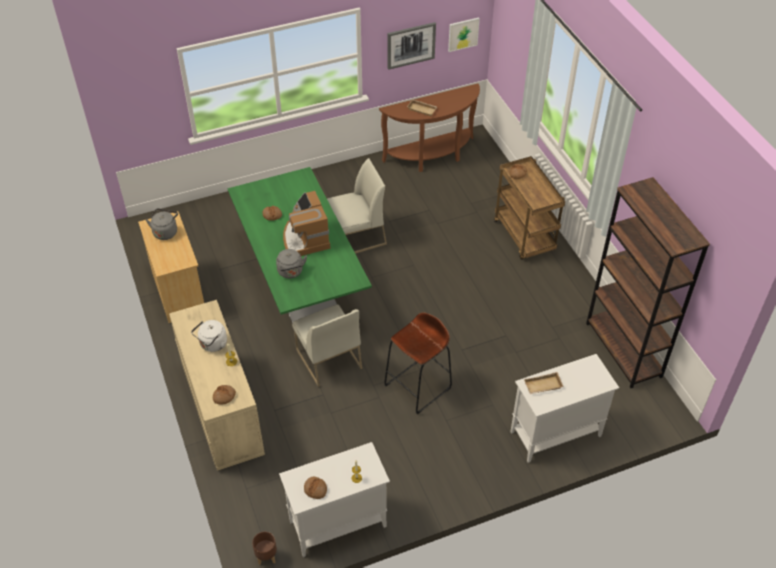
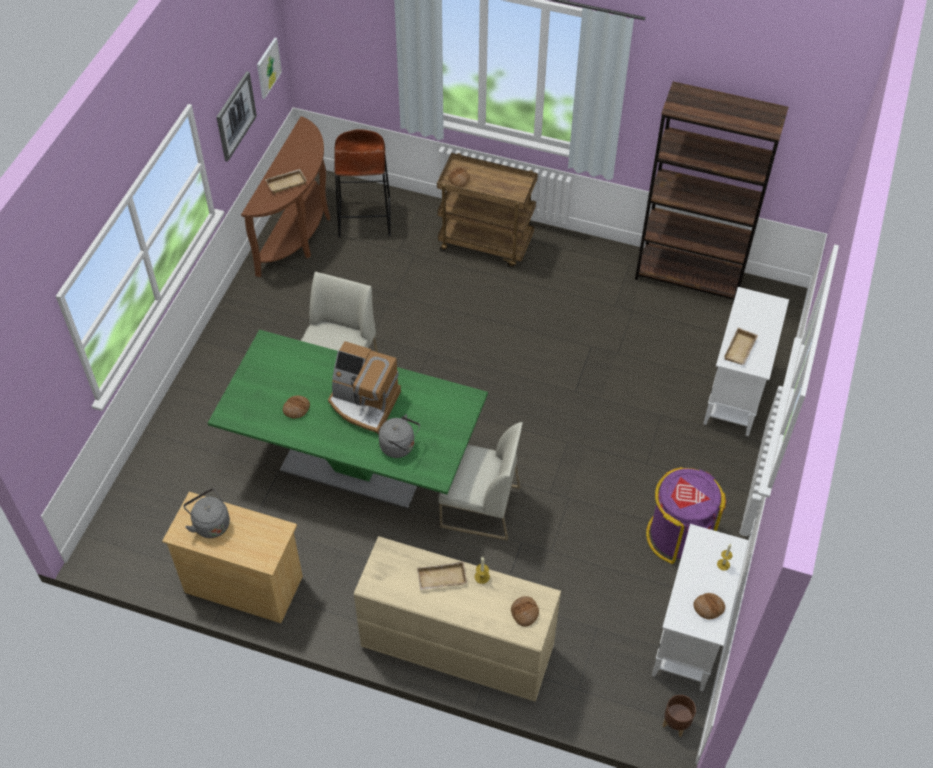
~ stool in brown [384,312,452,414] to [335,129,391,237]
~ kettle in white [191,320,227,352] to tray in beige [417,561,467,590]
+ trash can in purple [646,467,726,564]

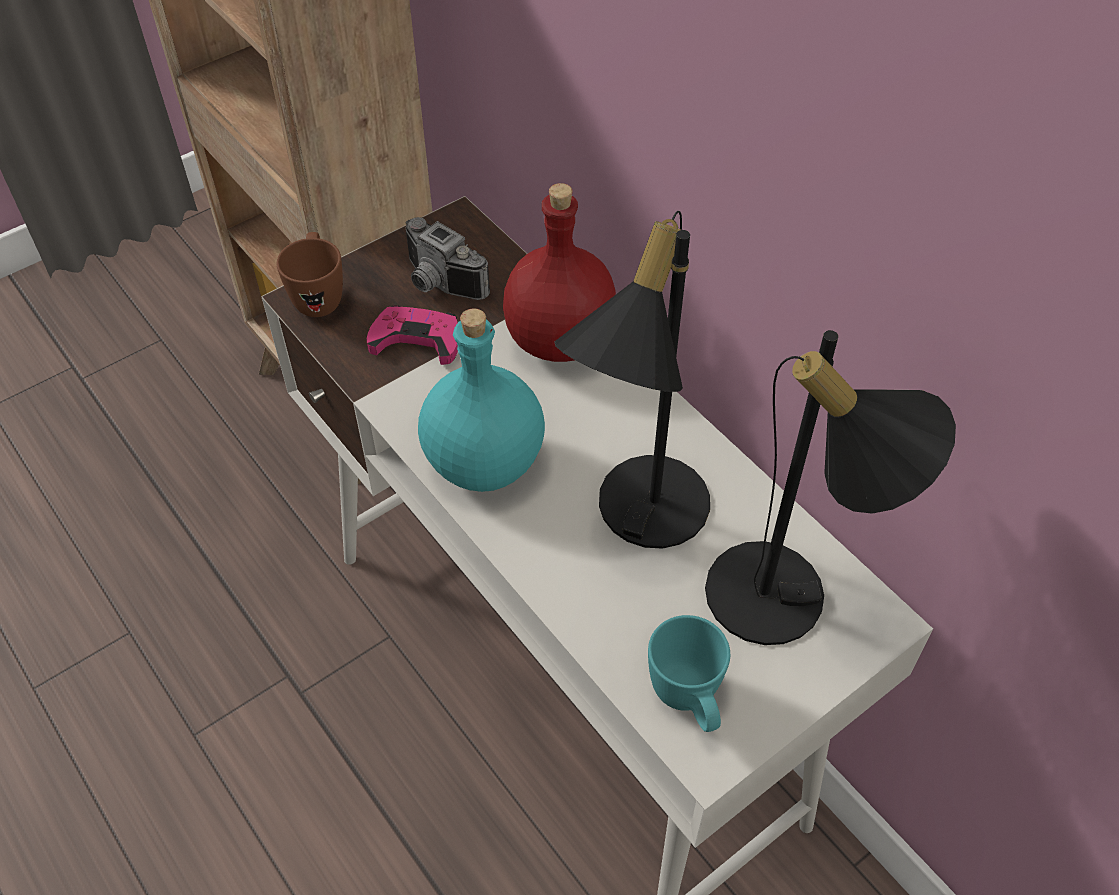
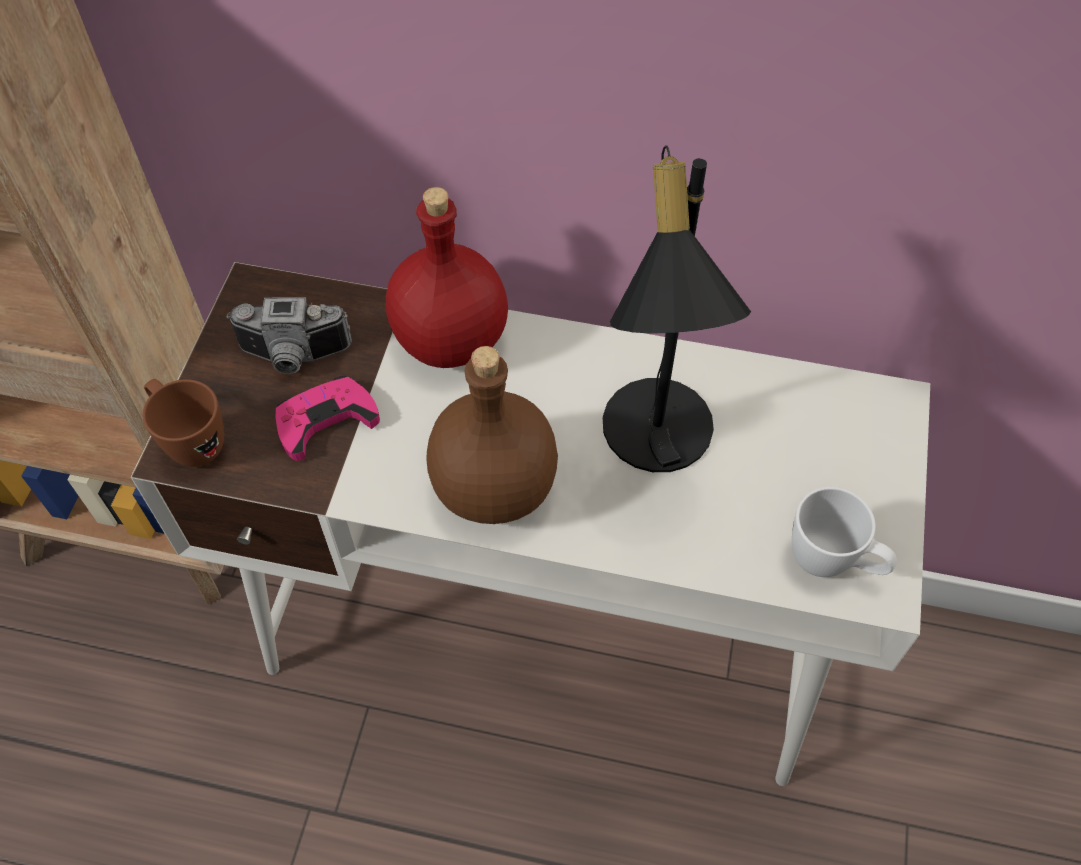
~ bottle in turquoise [418,308,545,492] to bottle in brown [426,346,558,524]
~ mug in turquoise [648,615,730,732] to mug in white [792,487,897,577]
- table lamp in black [705,330,956,645]

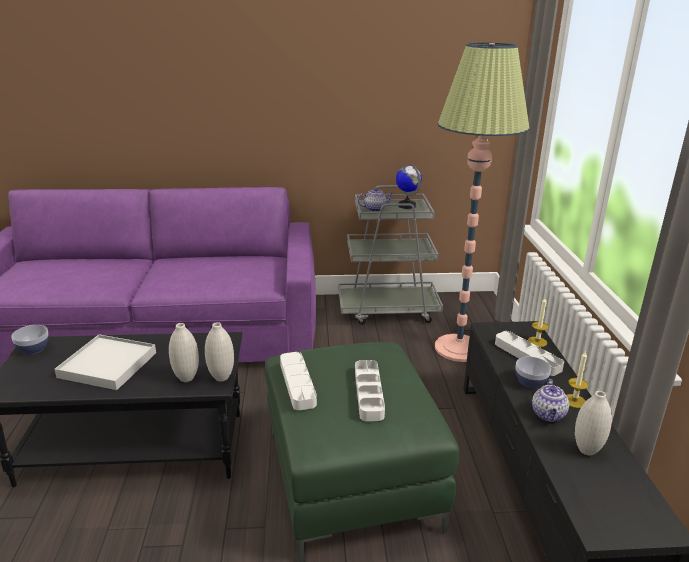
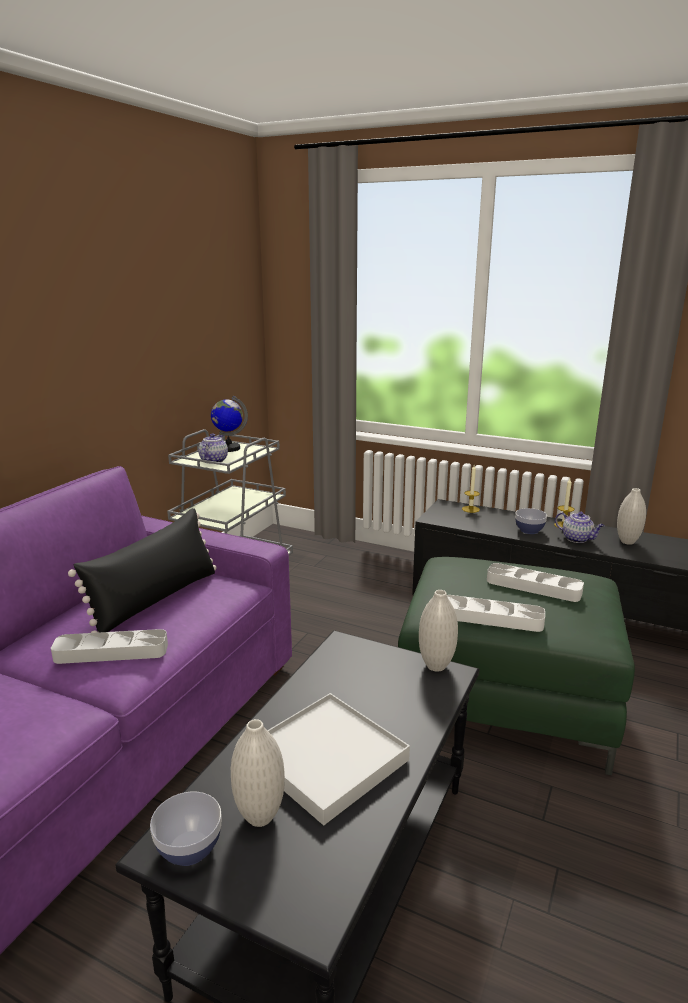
~ tray in grey [495,331,564,376] to [51,629,168,664]
+ pillow in black [68,508,217,633]
~ vase in white [169,323,199,382] to [231,719,285,827]
- floor lamp [435,43,530,362]

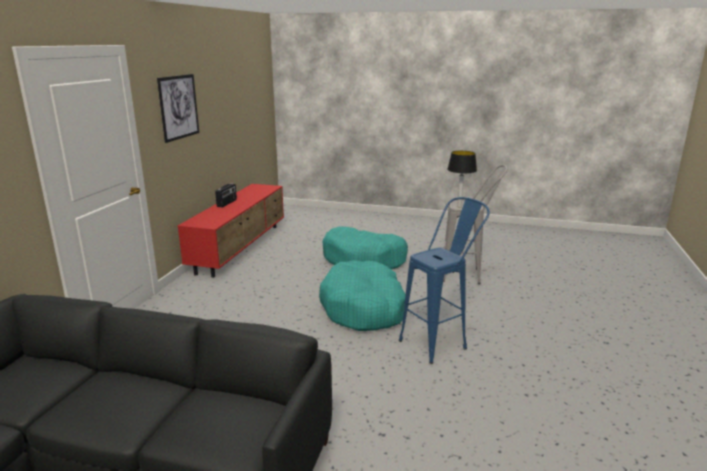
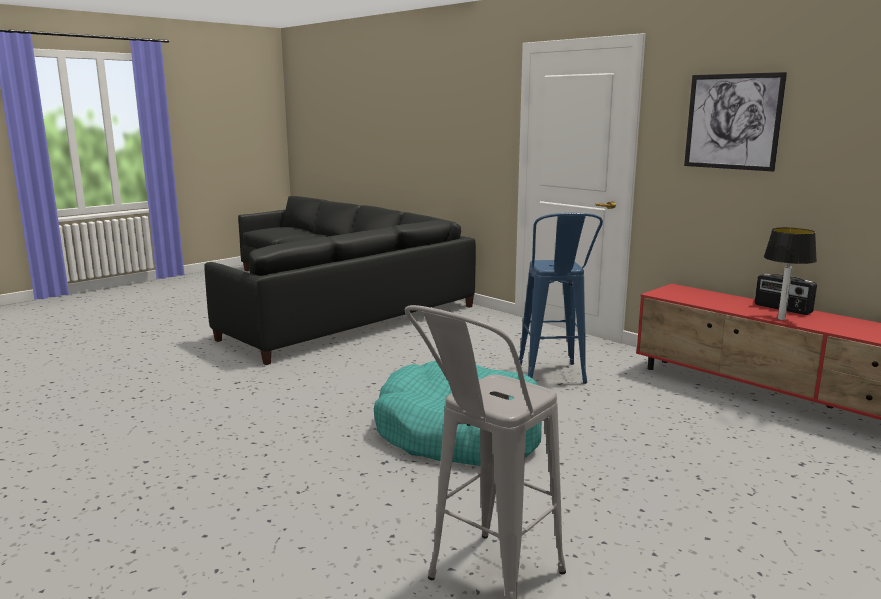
~ stool in blue [399,197,490,364] to [519,213,603,384]
~ table lamp [447,151,477,207] to [764,227,817,320]
- dog bed in turquoise [322,227,408,269]

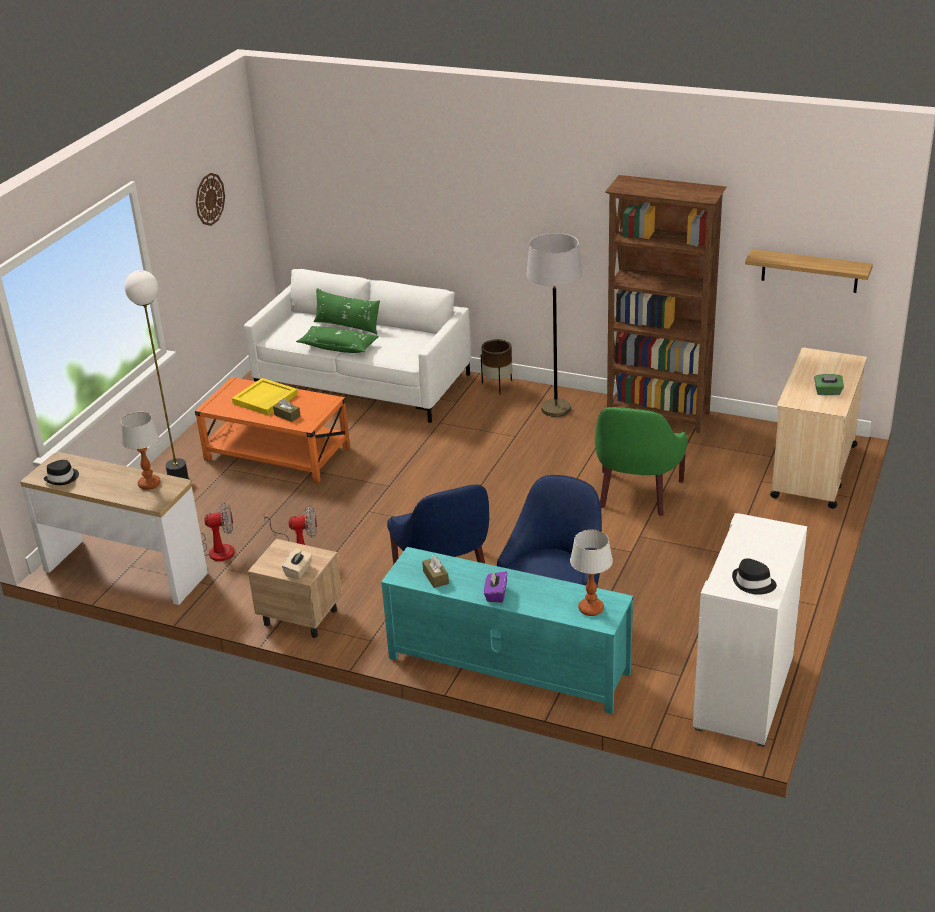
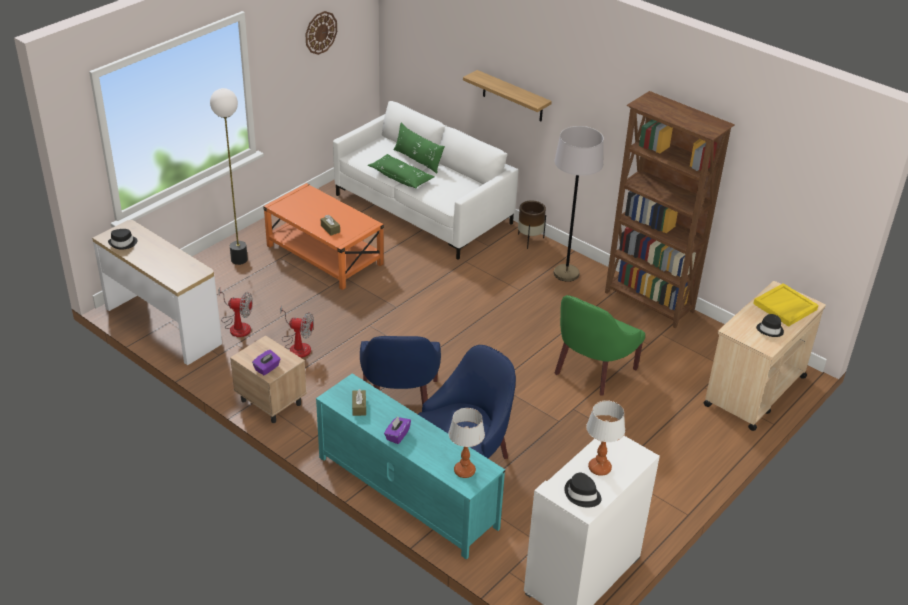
~ tissue box in beige [282,548,312,579] to tissue box in purple [252,350,280,375]
~ shelf [745,249,873,293] to [463,70,552,121]
~ table lamp [121,412,161,490] to [586,401,625,476]
~ tray in yellow [232,378,298,415] to [753,283,818,327]
~ tissue box in green [814,374,844,395] to hat in black [756,314,784,337]

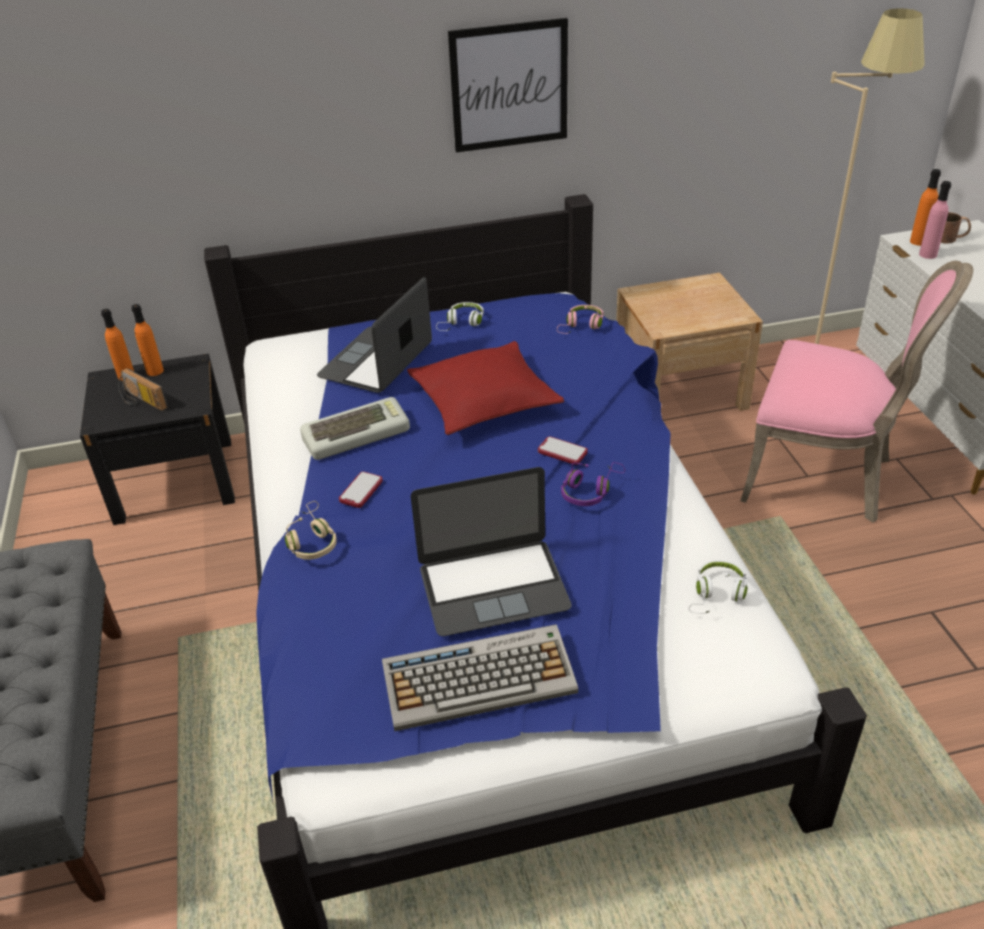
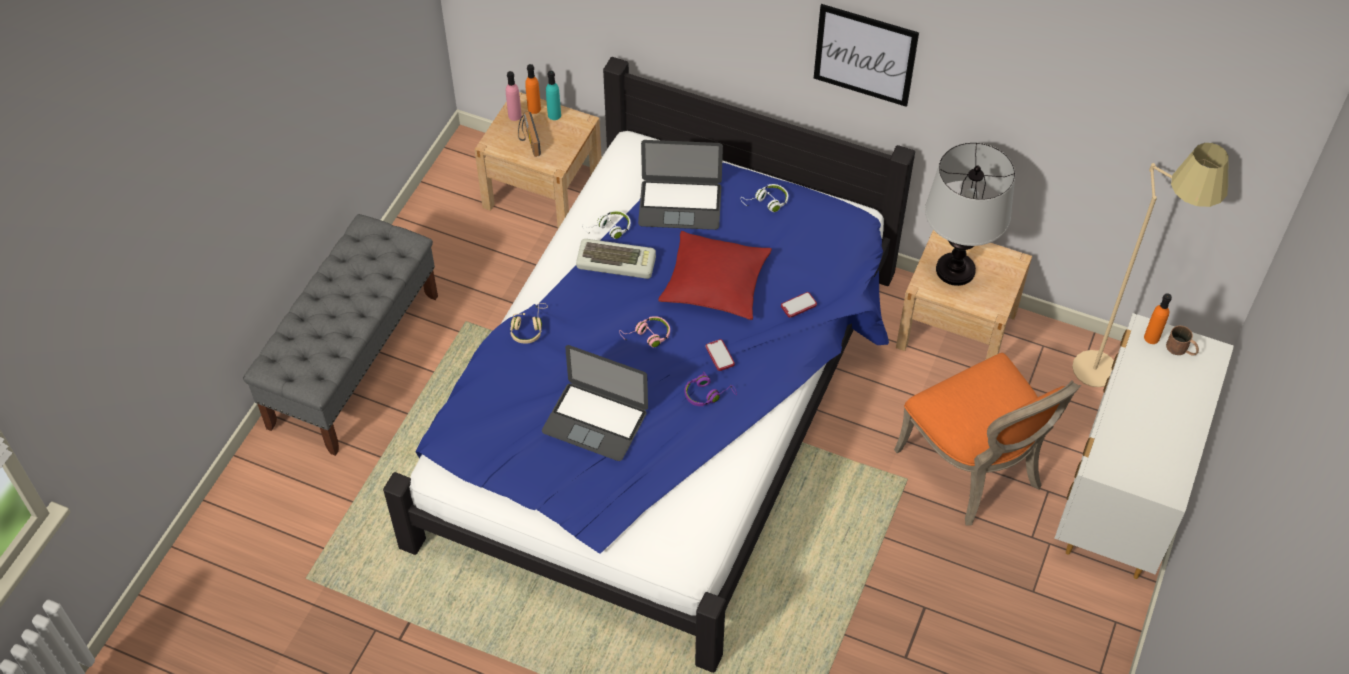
~ nightstand in black [80,354,235,525] to nightstand in beige [474,92,601,229]
~ bottle in pink [919,181,951,259] to [506,71,522,121]
~ bottle in orange [131,304,164,376] to bottle in turquoise [546,71,561,120]
~ headphones in white [688,560,747,614] to [582,210,631,239]
~ headphones in pink [557,305,604,334] to [619,316,670,347]
~ laptop [317,277,432,393] = [638,140,723,230] 150 degrees counterclockwise
~ phone [339,472,383,508] to [781,292,817,318]
~ chair in pink [740,261,973,522] to chair in orange [894,353,1081,526]
+ table lamp [925,143,1015,286]
- keyboard [382,624,578,731]

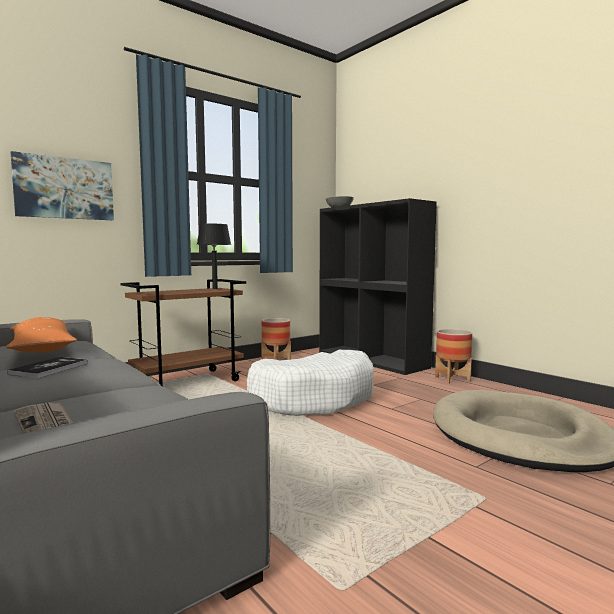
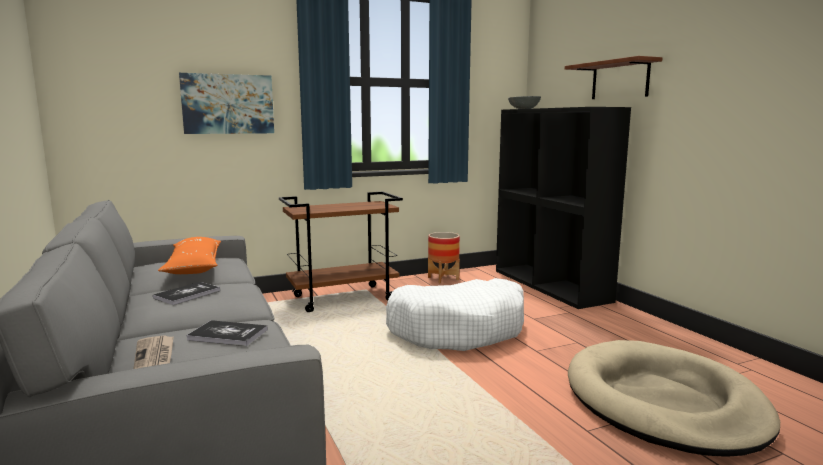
+ book [186,320,268,346]
+ shelf in brown [565,56,662,99]
- table lamp in black [197,224,231,289]
- planter [435,329,472,384]

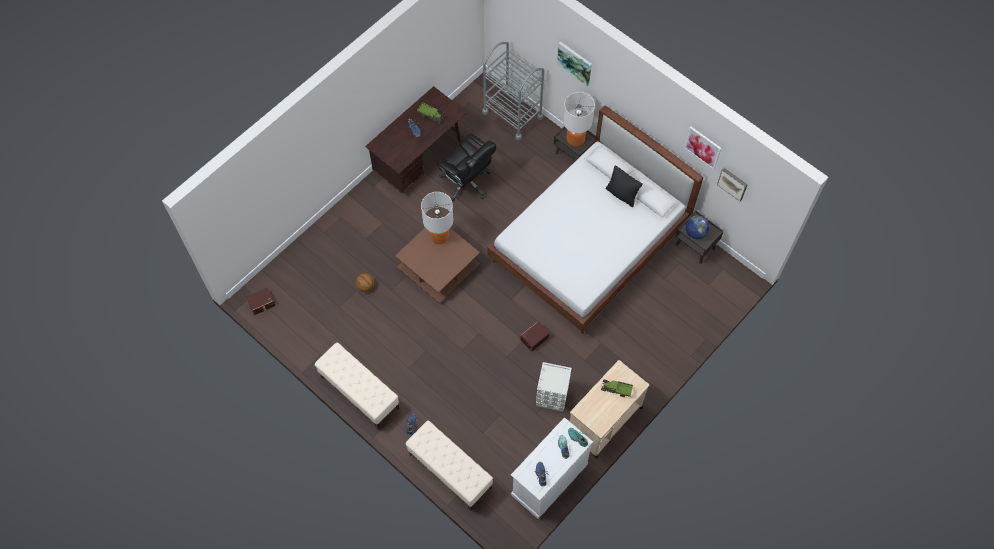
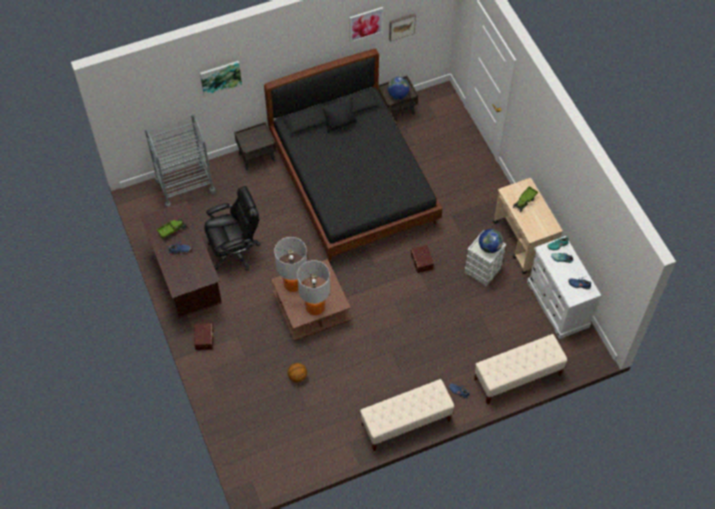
~ storage box in brown [246,288,276,315] to [194,323,214,350]
~ bed in white [487,106,703,334] to bed in black [264,49,443,263]
~ table lamp [563,92,595,146] to [297,260,330,315]
+ globe [479,229,503,253]

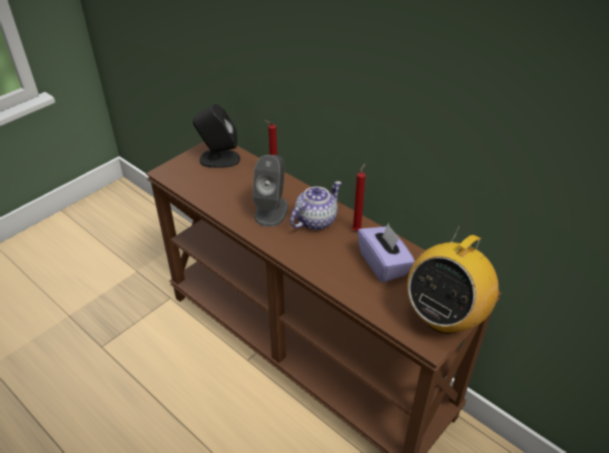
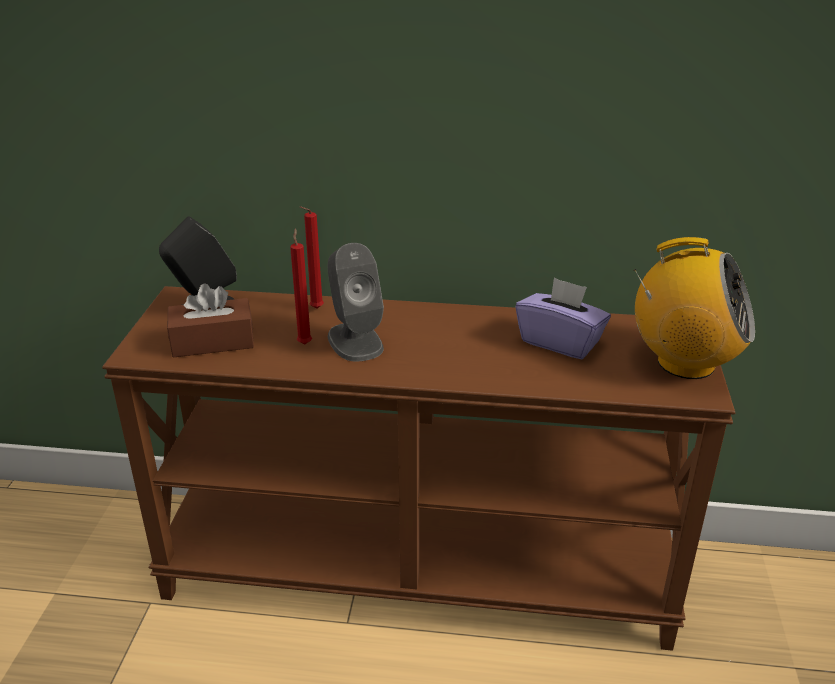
+ tissue box in brown [167,283,254,357]
~ candle in red [352,163,366,231] to [290,228,312,344]
~ radio [407,226,499,334] = [633,237,755,379] 75 degrees counterclockwise
- teapot [290,181,341,230]

